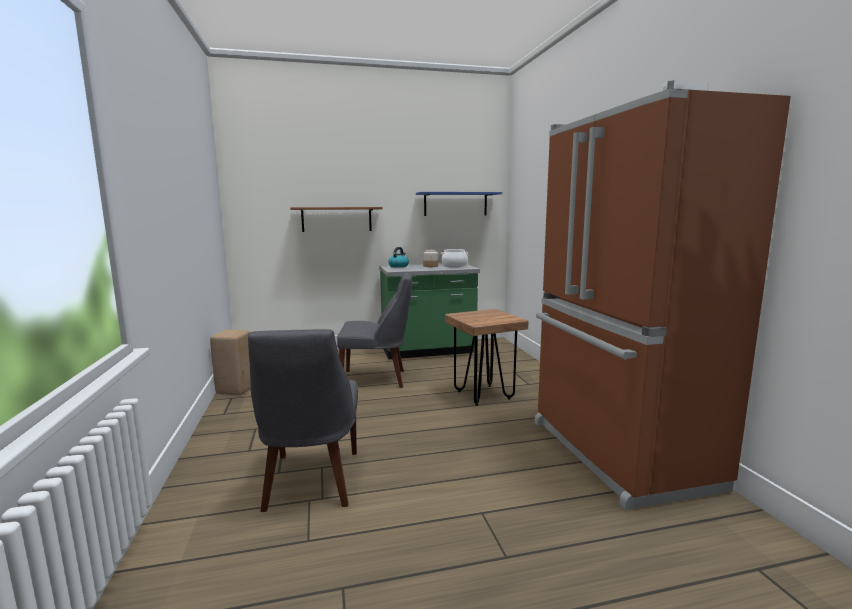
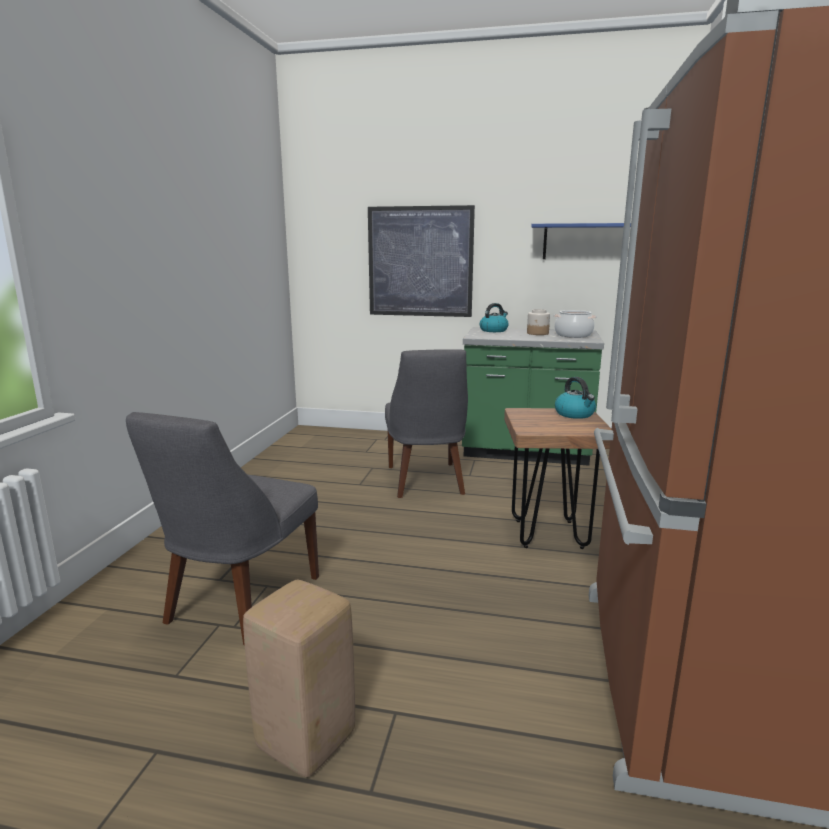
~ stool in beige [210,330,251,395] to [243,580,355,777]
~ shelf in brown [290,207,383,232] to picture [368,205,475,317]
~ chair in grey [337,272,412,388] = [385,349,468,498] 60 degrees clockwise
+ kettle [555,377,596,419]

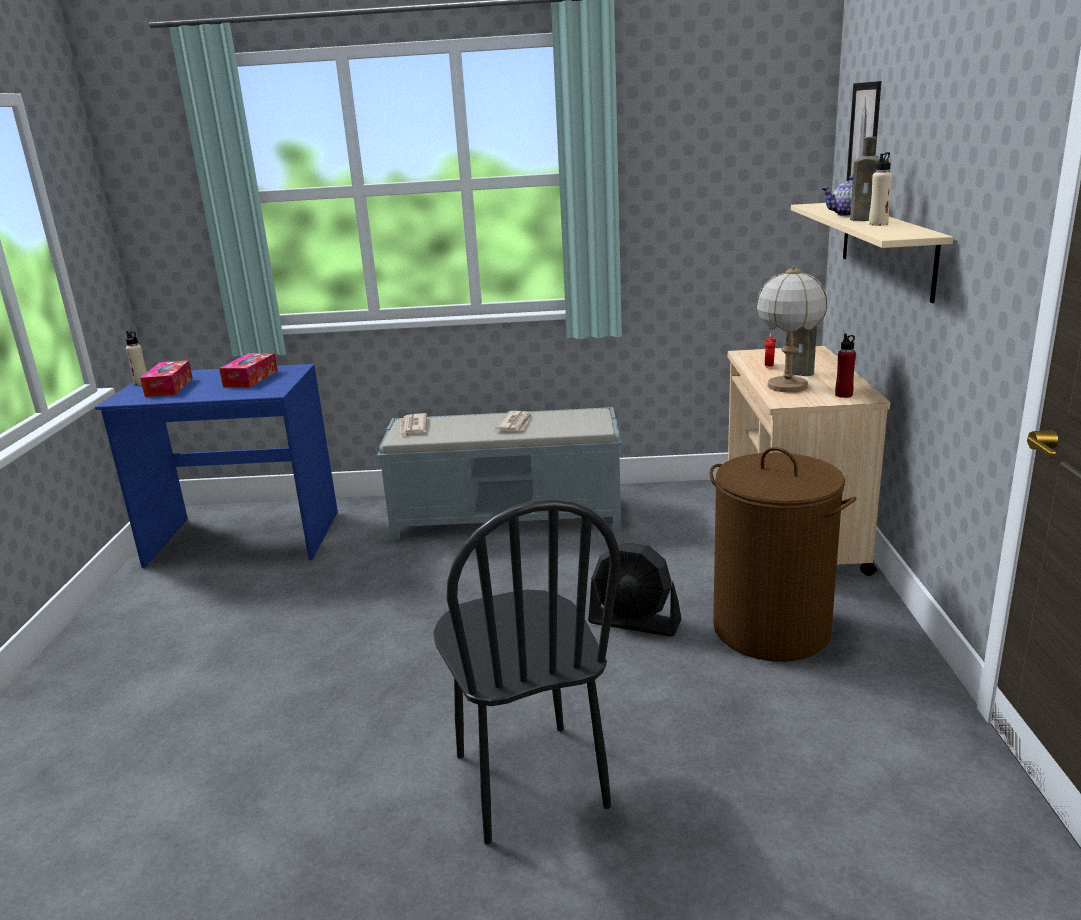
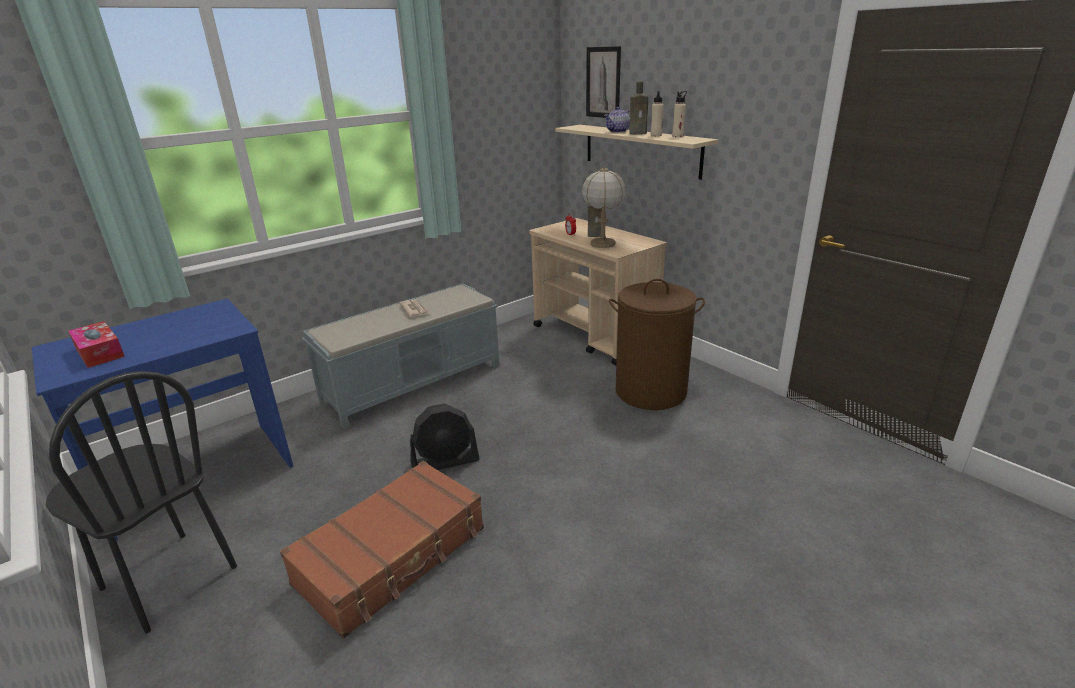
~ chair in black [433,499,620,845] to [46,371,237,634]
+ suitcase in brown [280,461,484,639]
~ fan in black [588,543,682,637] to [410,403,480,470]
~ bottle in beige [126,331,147,385] to [672,91,687,137]
- tissue box [219,353,278,387]
- newspaper [400,413,427,437]
- bottle in red [835,333,856,398]

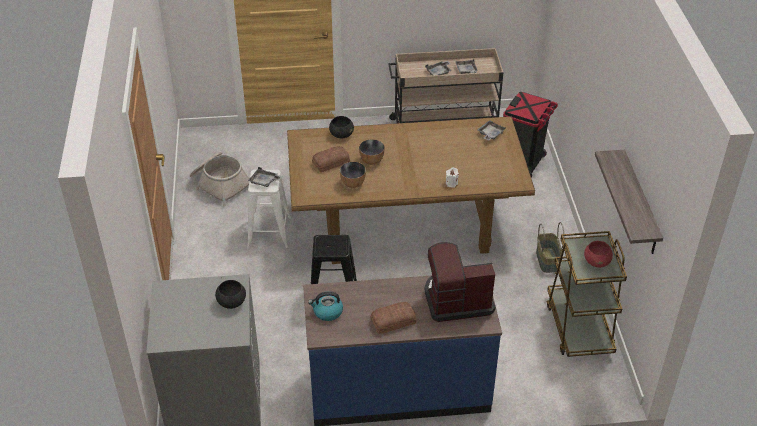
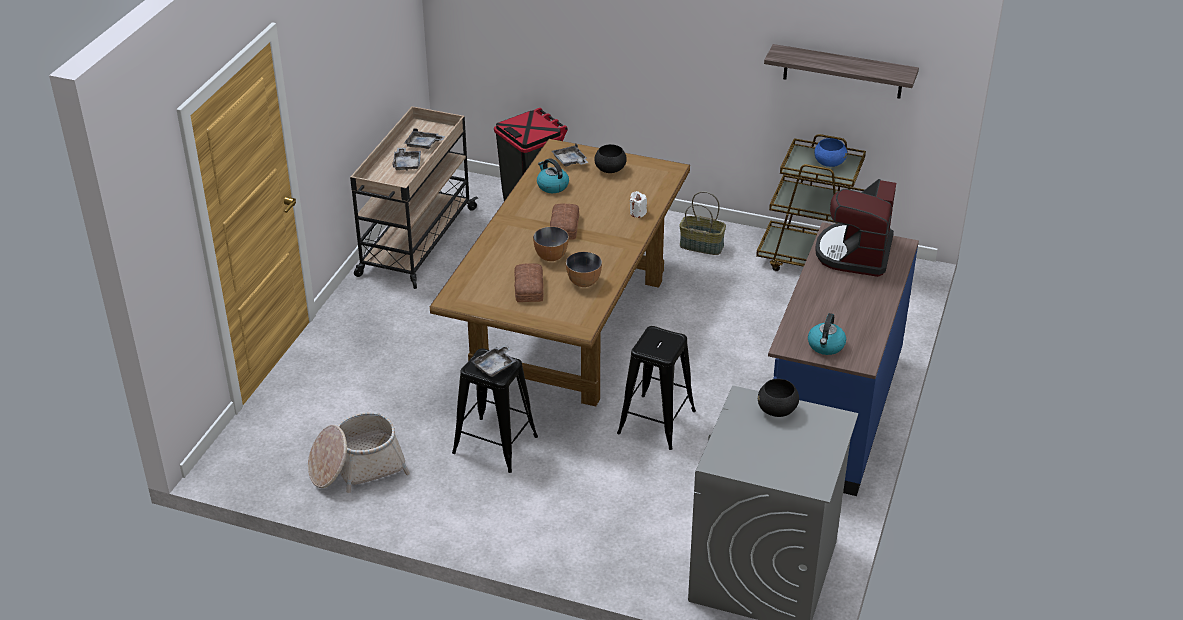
~ stool in white [247,169,291,248] to stool in black [452,349,538,473]
+ kettle [537,158,569,193]
~ bread [371,302,416,334] to [550,204,579,240]
~ bowl in black [329,116,354,138] to [594,144,627,173]
~ bowl in red [584,241,613,268] to bowl in blue [814,138,847,167]

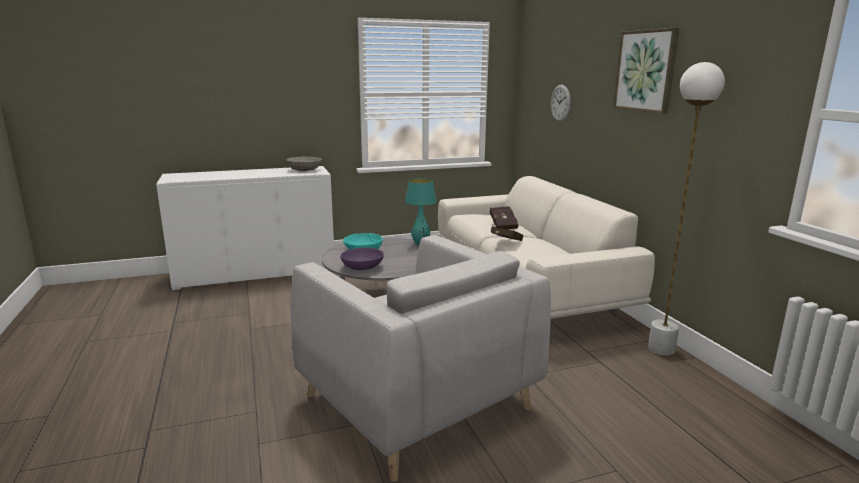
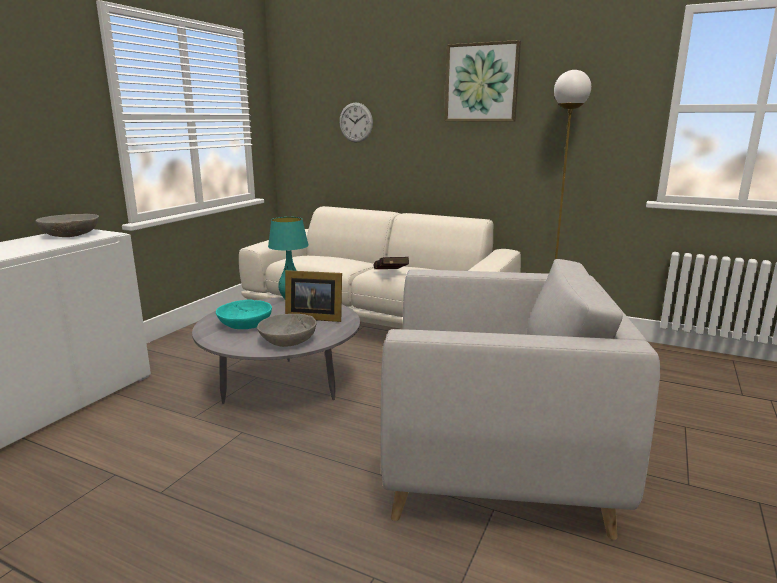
~ bowl in purple [340,247,384,270] to bowl in grey [257,314,317,347]
+ picture frame [285,270,342,322]
- book in red [489,206,518,230]

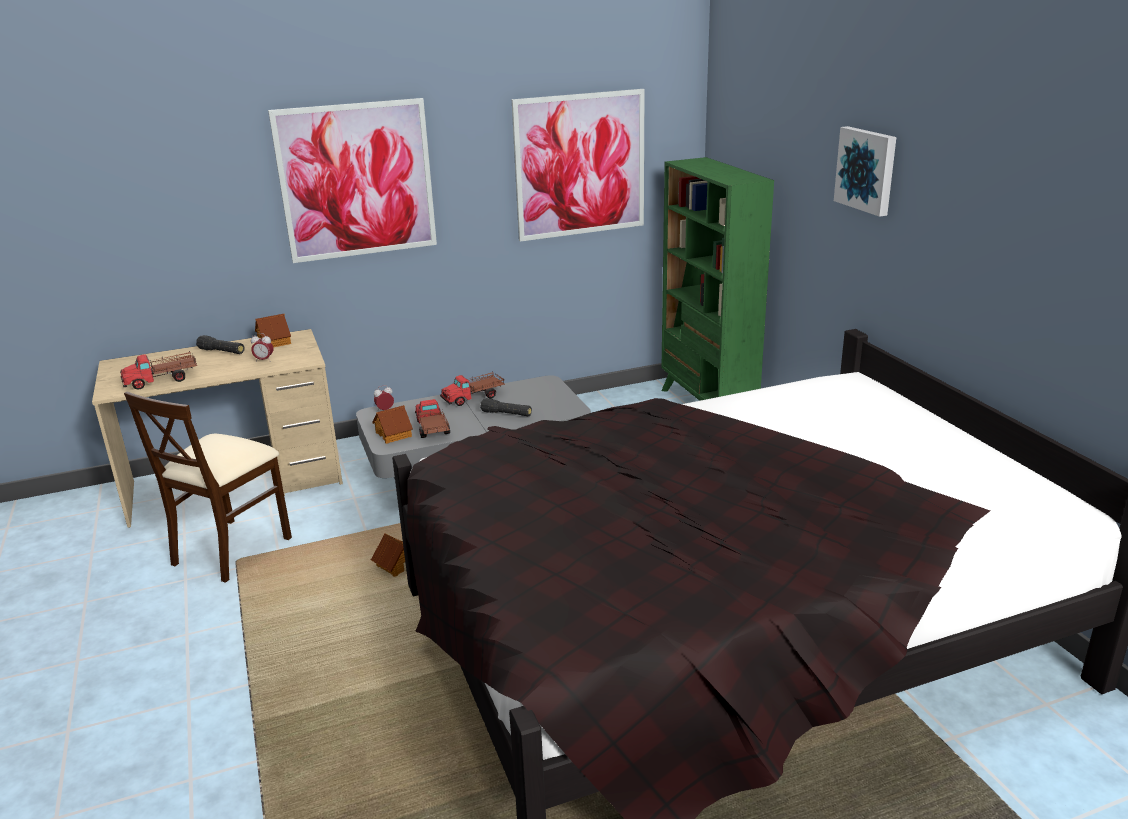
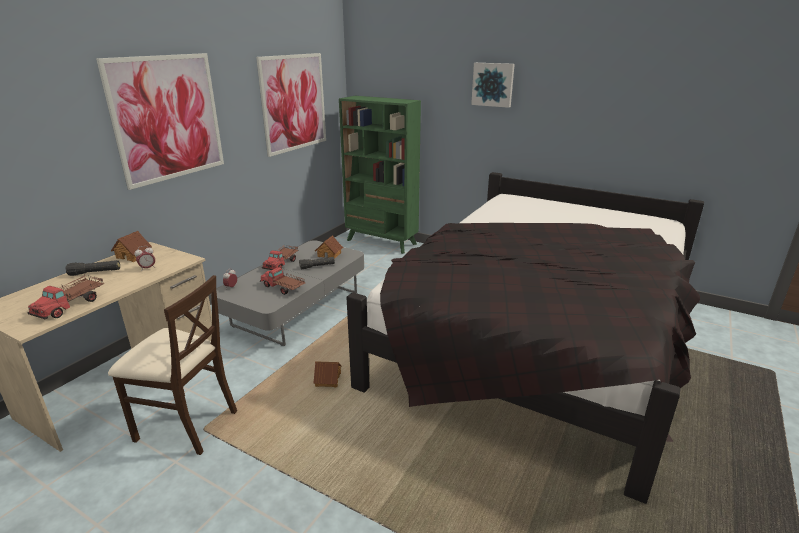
~ chair in beige [124,392,292,583] = [108,275,237,455] 60 degrees counterclockwise
~ toy house [372,405,413,444] to [315,235,343,259]

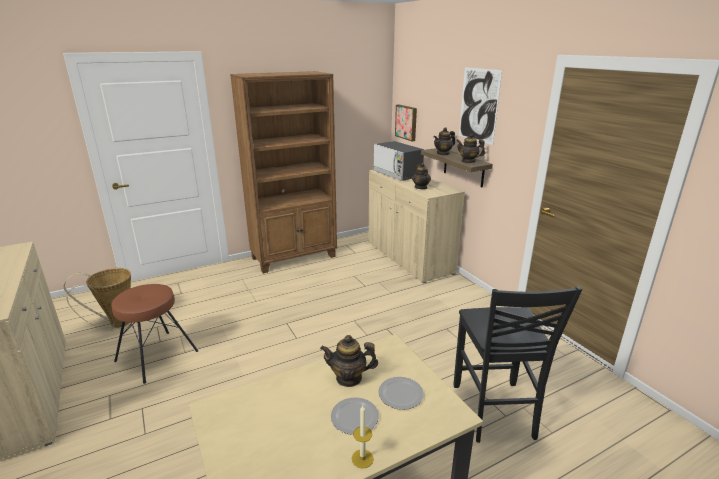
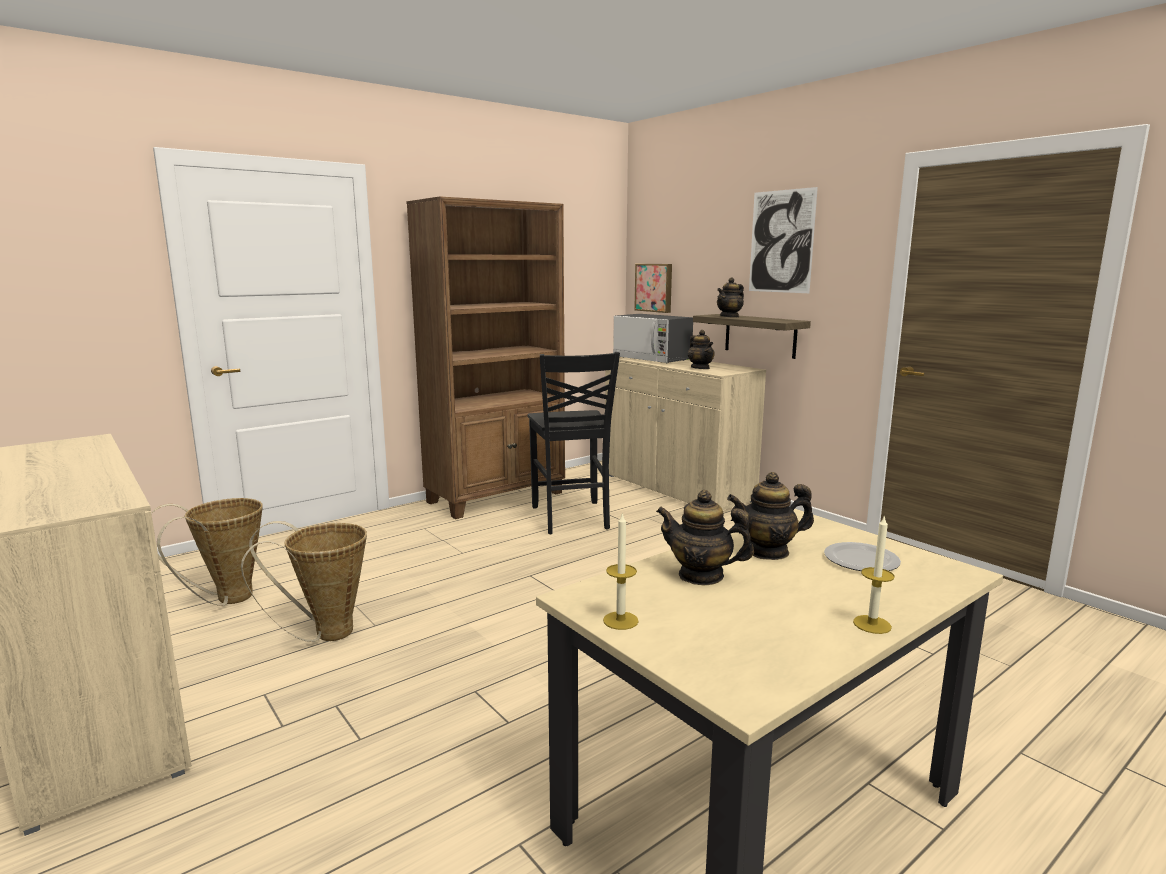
~ stool in brown [111,284,198,384] to basket [241,521,367,642]
~ chair in black [454,286,582,443] to [528,352,620,534]
+ candle [603,512,639,630]
~ teapot [456,133,485,163] to [656,490,754,585]
- plate [331,397,379,435]

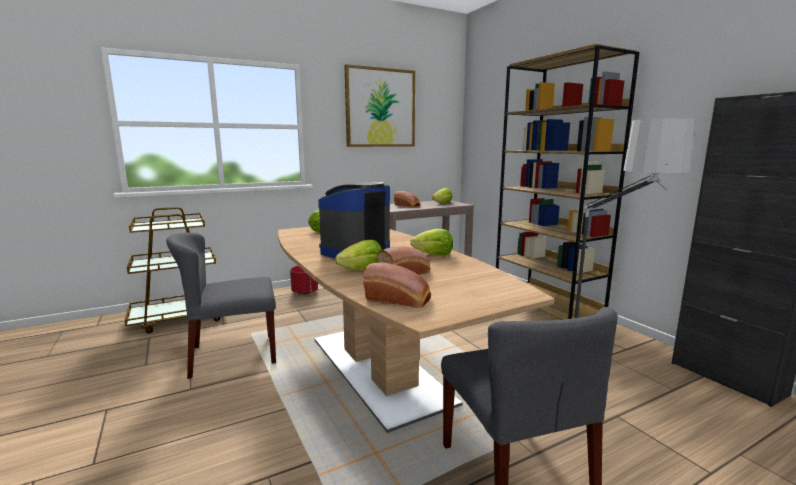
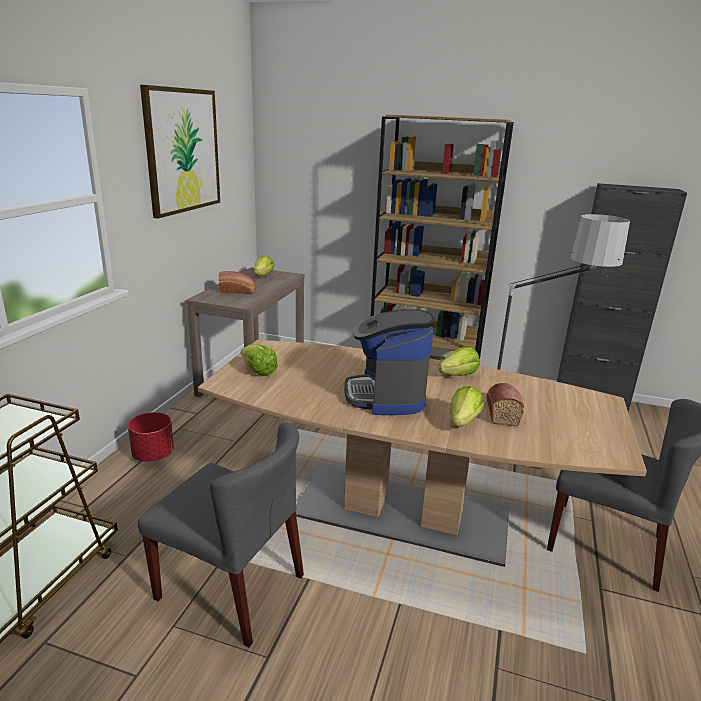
~ chair in grey [166,232,276,379] = [138,422,304,648] 90 degrees counterclockwise
- bread [363,263,431,308]

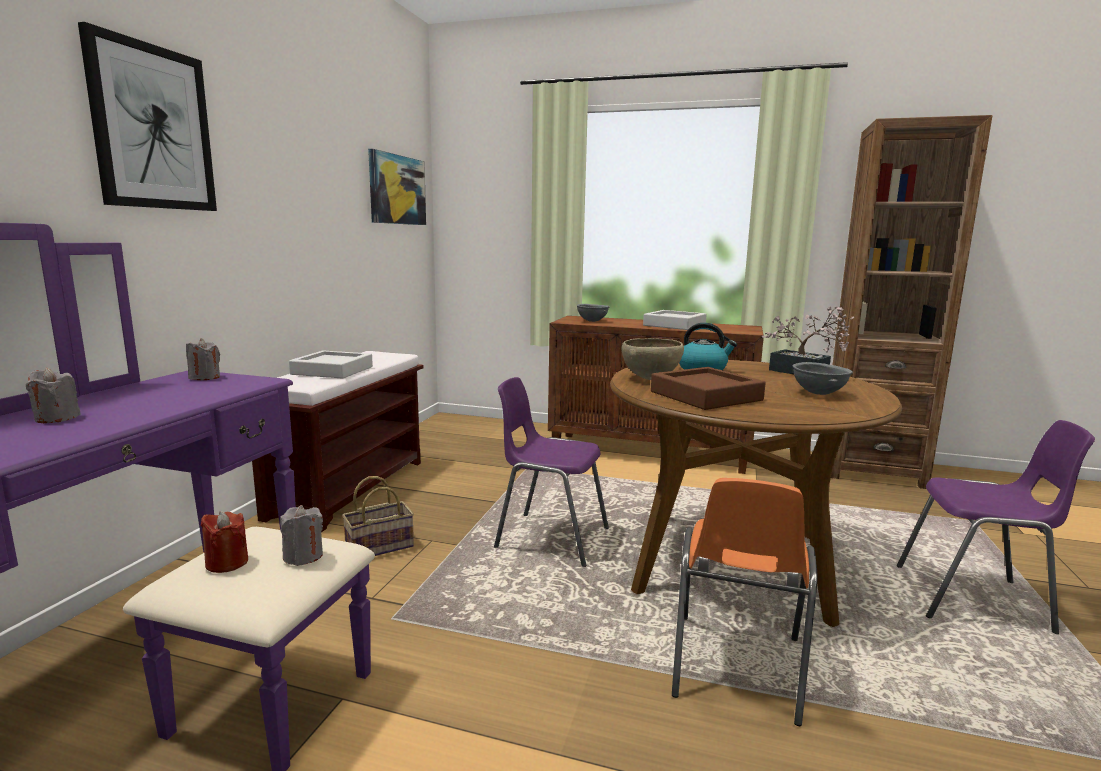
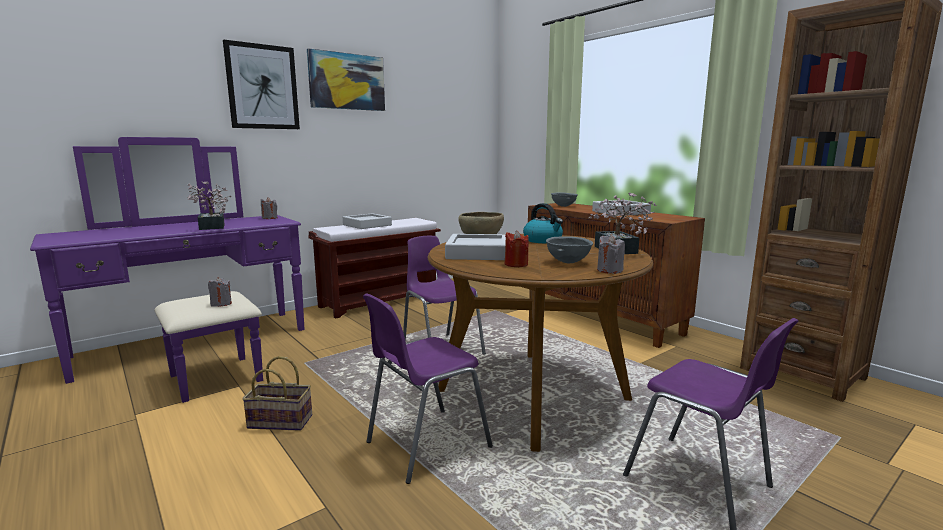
+ potted plant [187,181,231,230]
~ basket [342,476,414,556] to [242,356,312,431]
~ picture [368,149,426,225] to [307,48,385,111]
~ chair in orange [672,478,817,726] to chair in purple [363,294,493,484]
~ tray in brown [651,367,765,410] to tray in grey [445,234,506,260]
~ candle in red [201,511,248,573] to [505,230,529,267]
~ candle in grey [26,368,81,423] to [597,235,625,274]

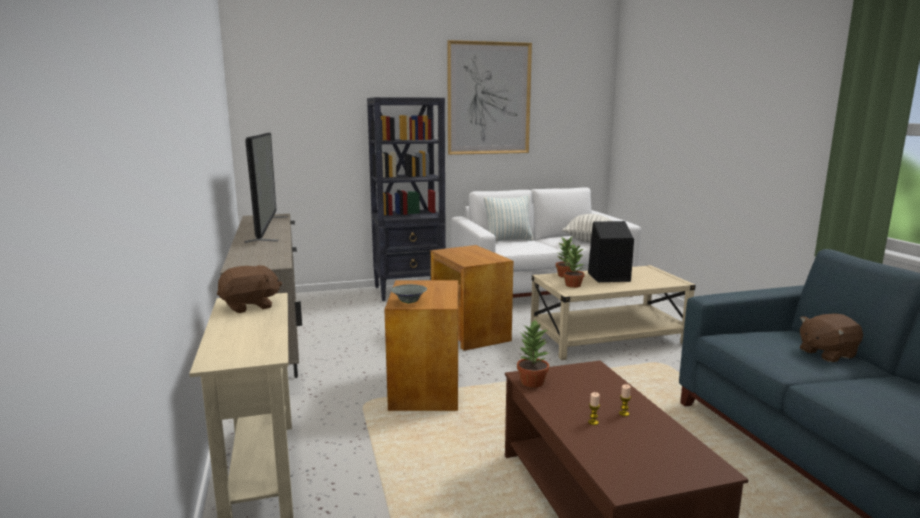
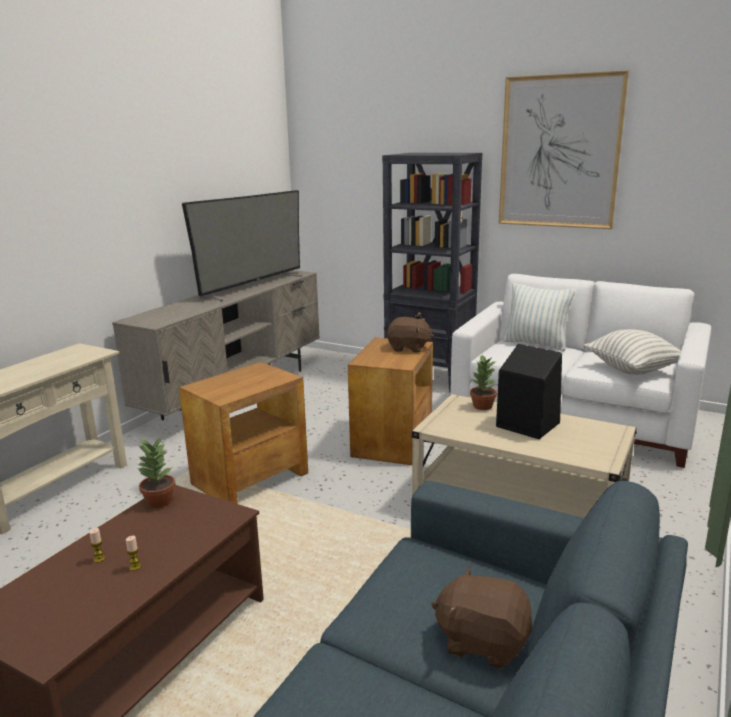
~ plush toy in brown [217,265,282,313] to [387,317,434,353]
- bowl in grey [391,284,427,303]
- potted plant [563,245,585,288]

